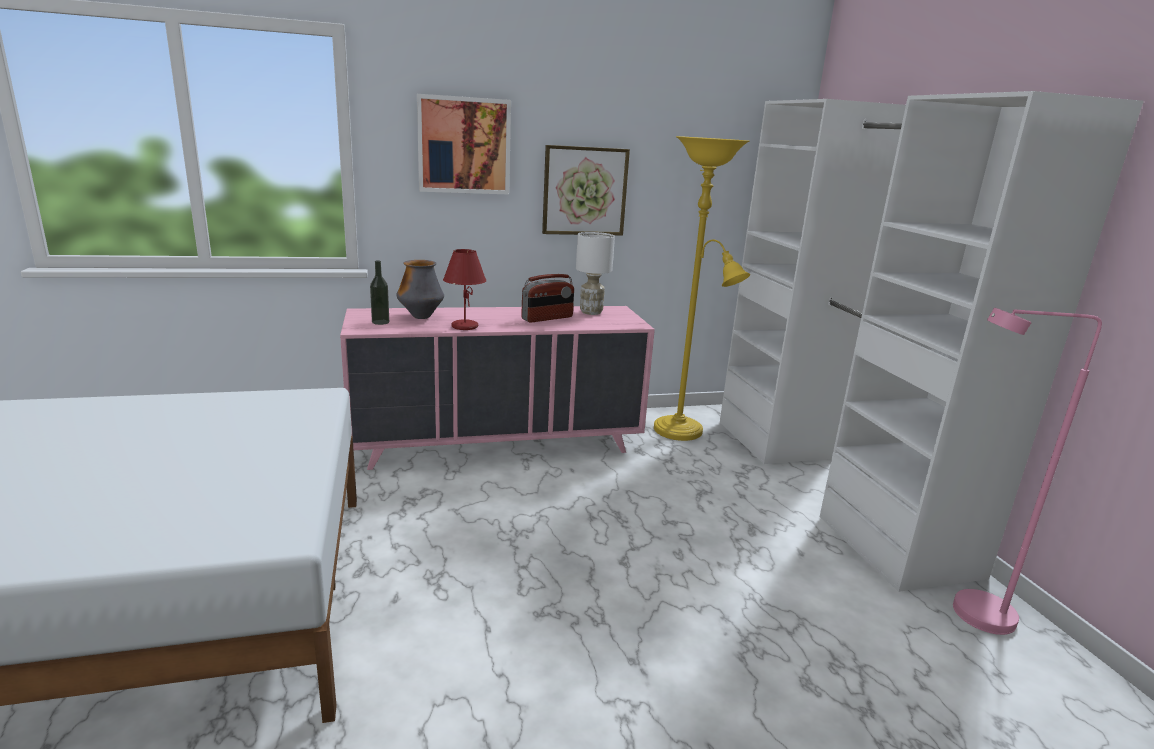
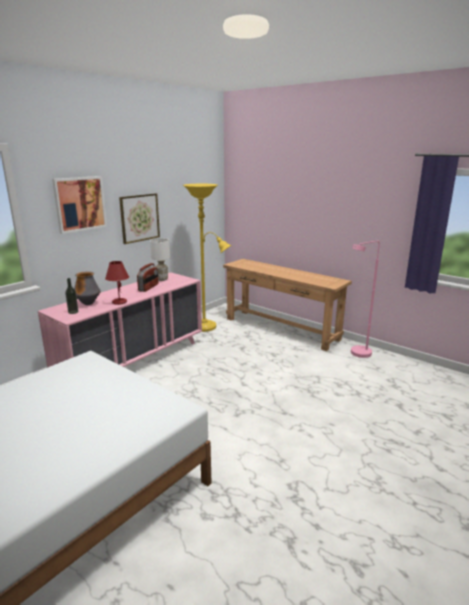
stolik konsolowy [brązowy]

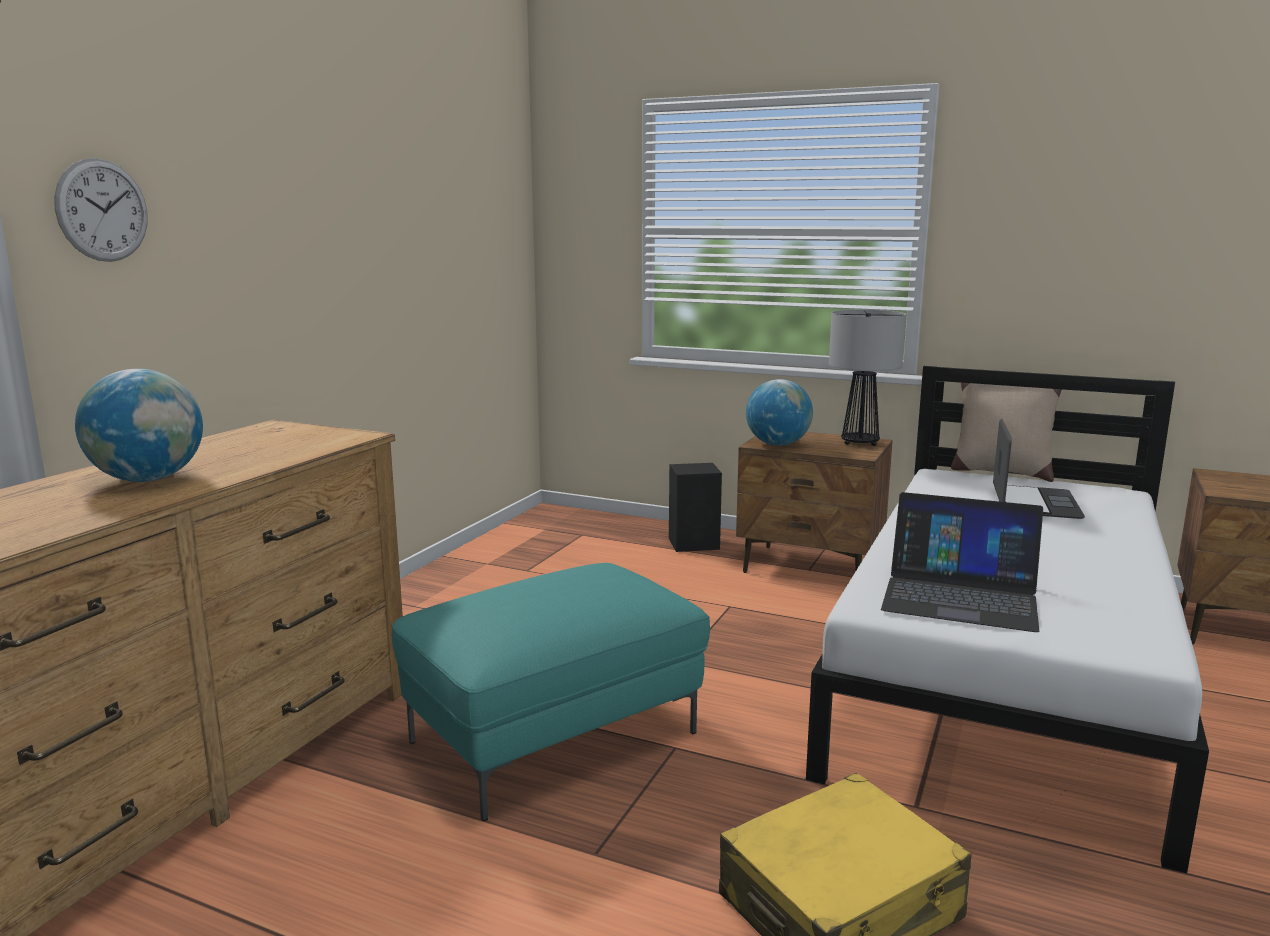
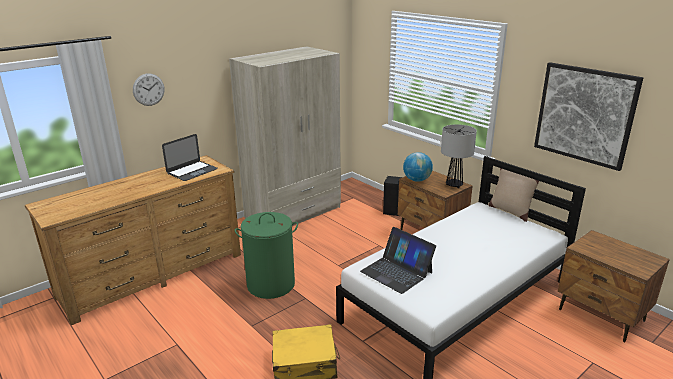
globus (1st from left in the first image); kosz na pranie [zielony]; laptop (1st from left); szafa [beżowy]; obraz

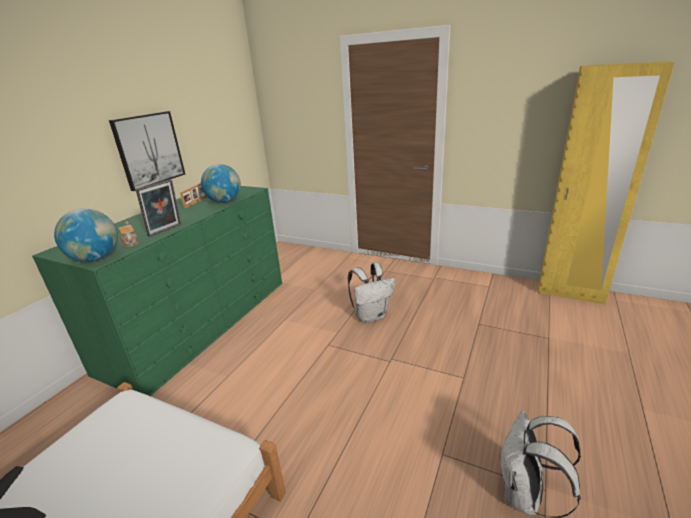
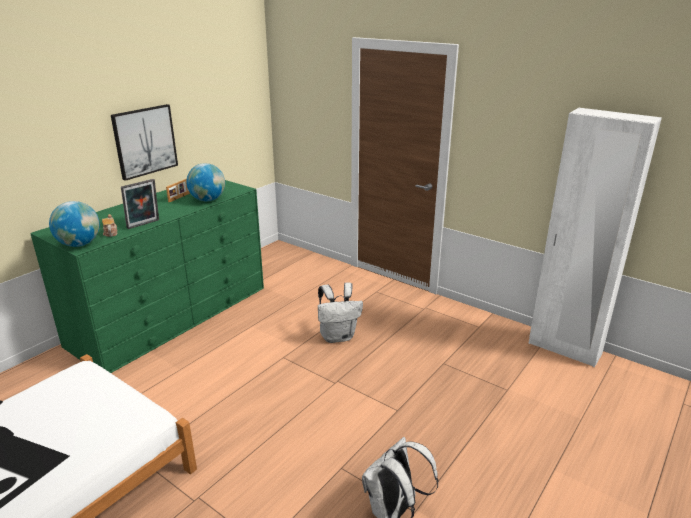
szafa [biały]

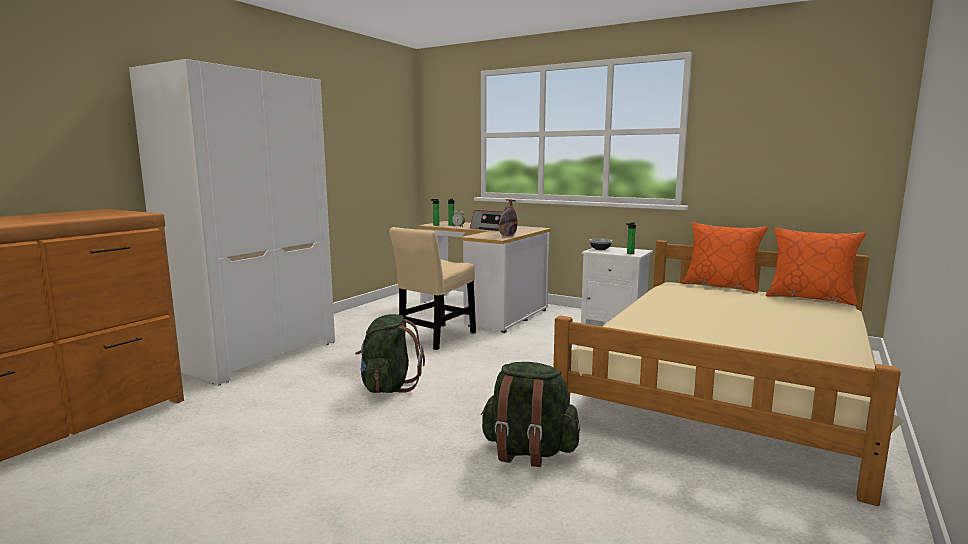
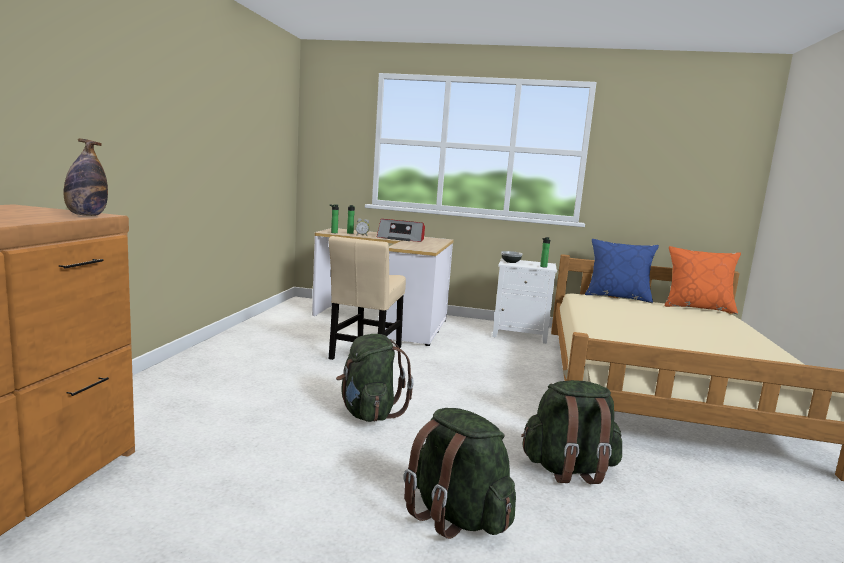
szafa [biały]; butelka (1st from left); poduszka [niebieski]; plecak [zielony] (2nd from left)

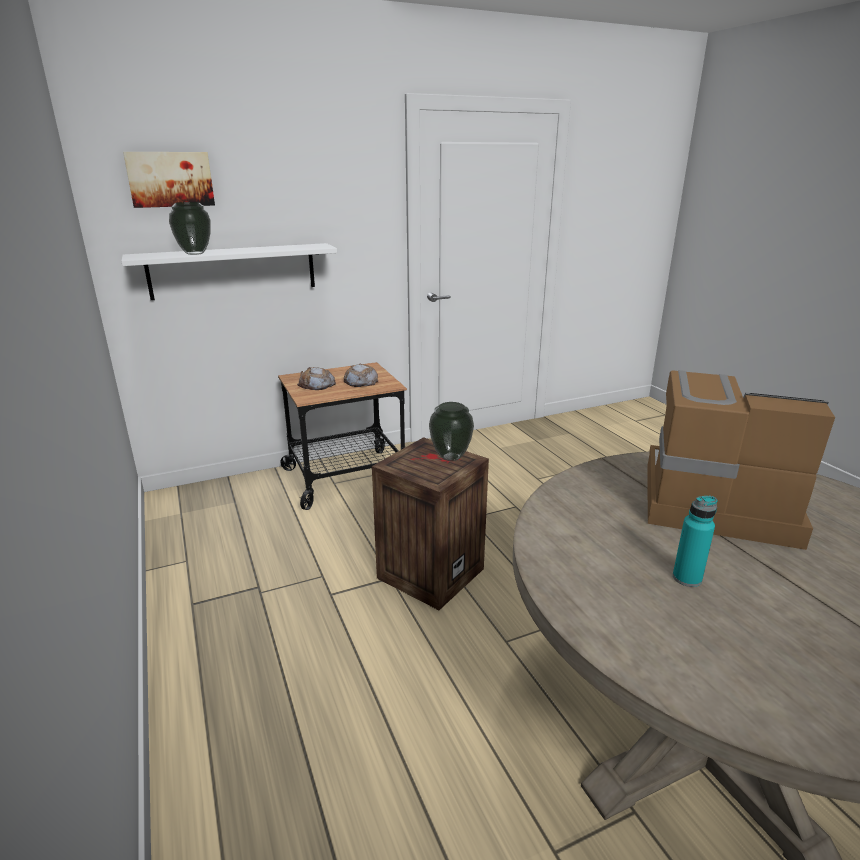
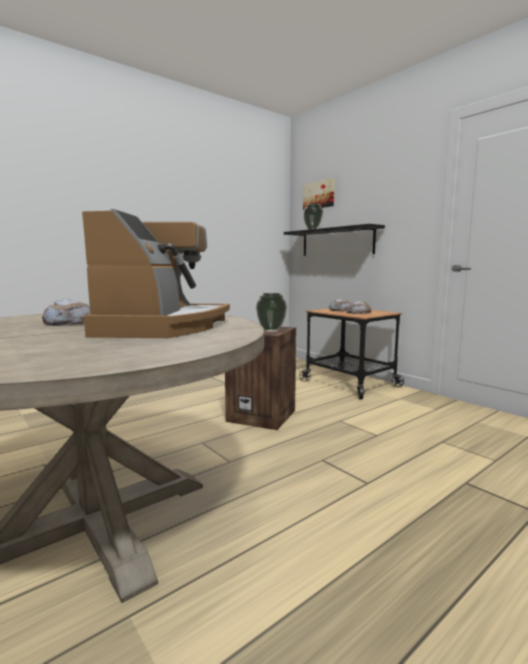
półka [czarny]; chleb (1st from left)

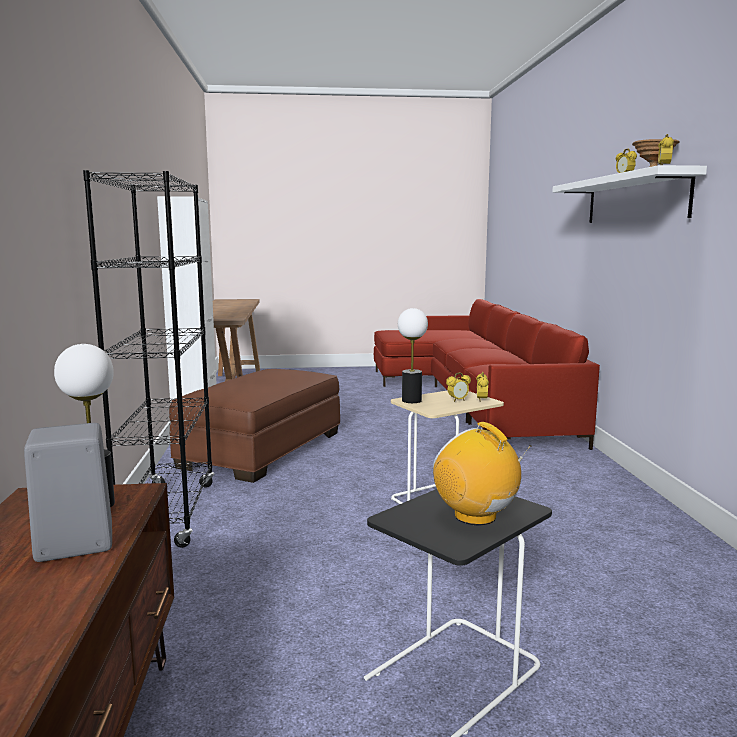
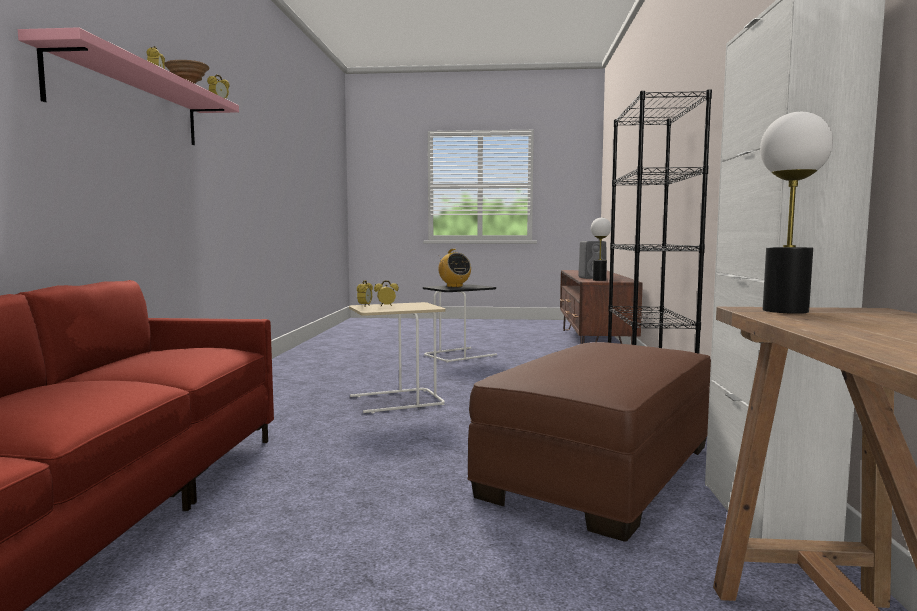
lampa stołowa (2nd from left); półka [różowy]

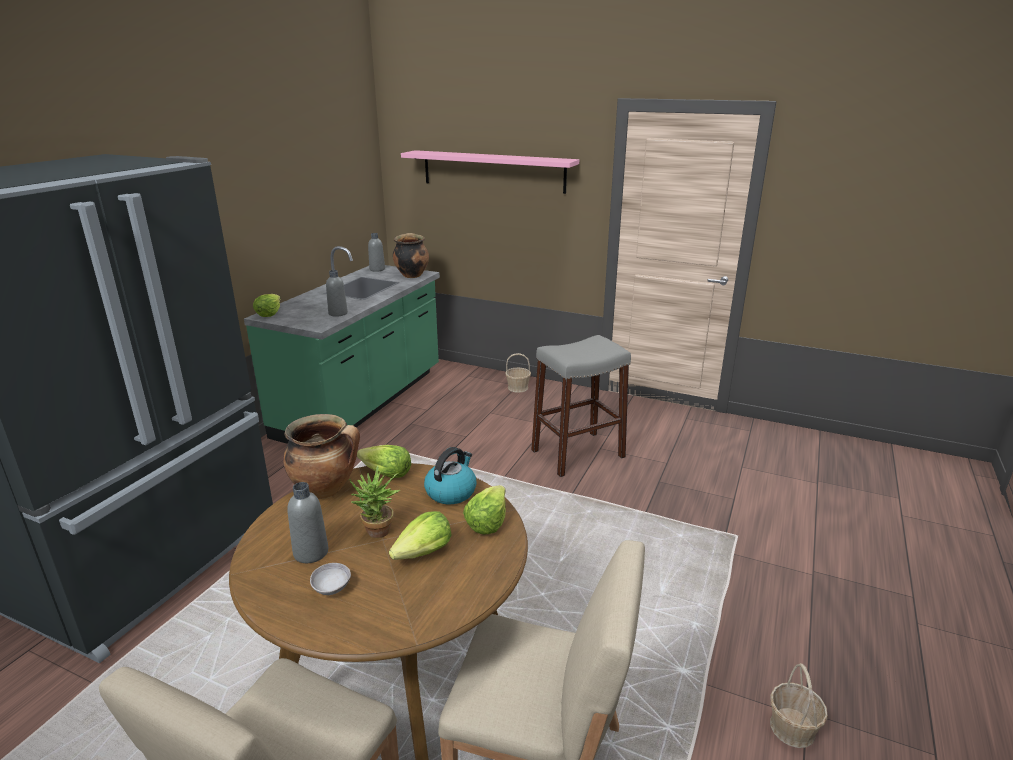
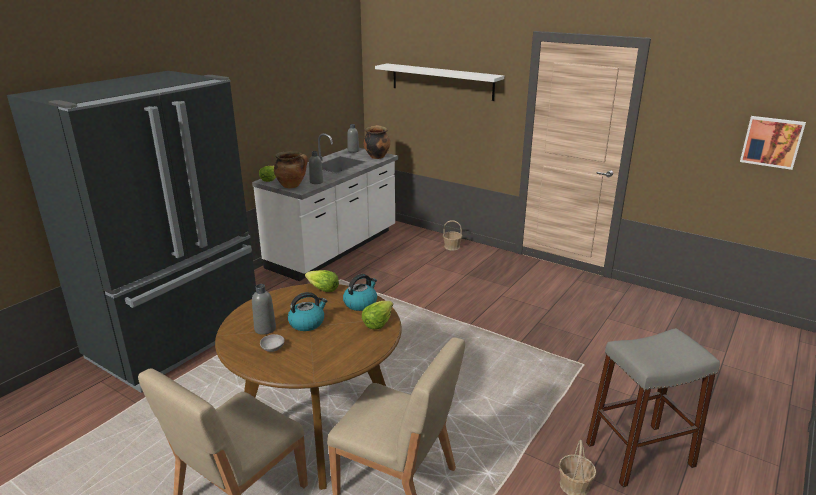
zabudowa kuchenna [biały]; garnek (1st from left); czajnik (1st from left); sałata (3rd from left in the first image); półka [biały]; stołek [szary]; obraz

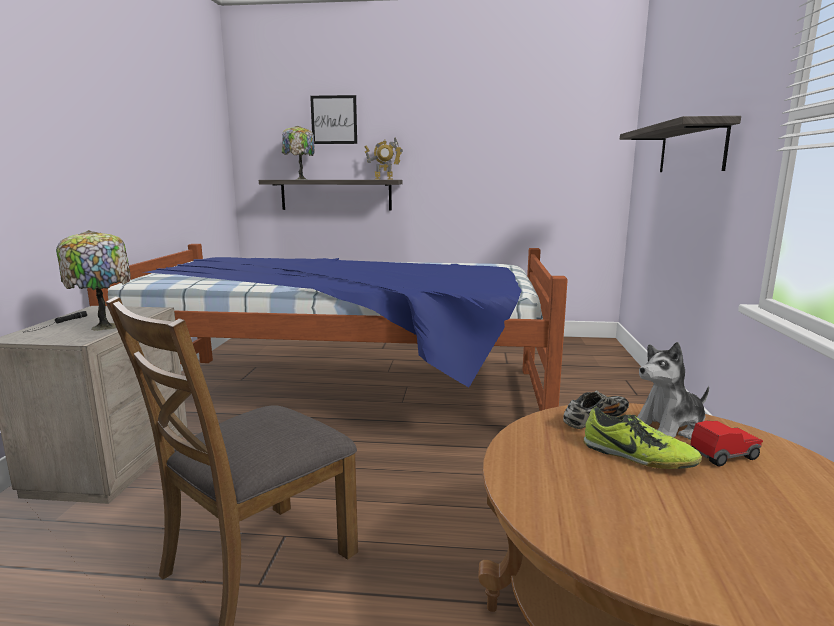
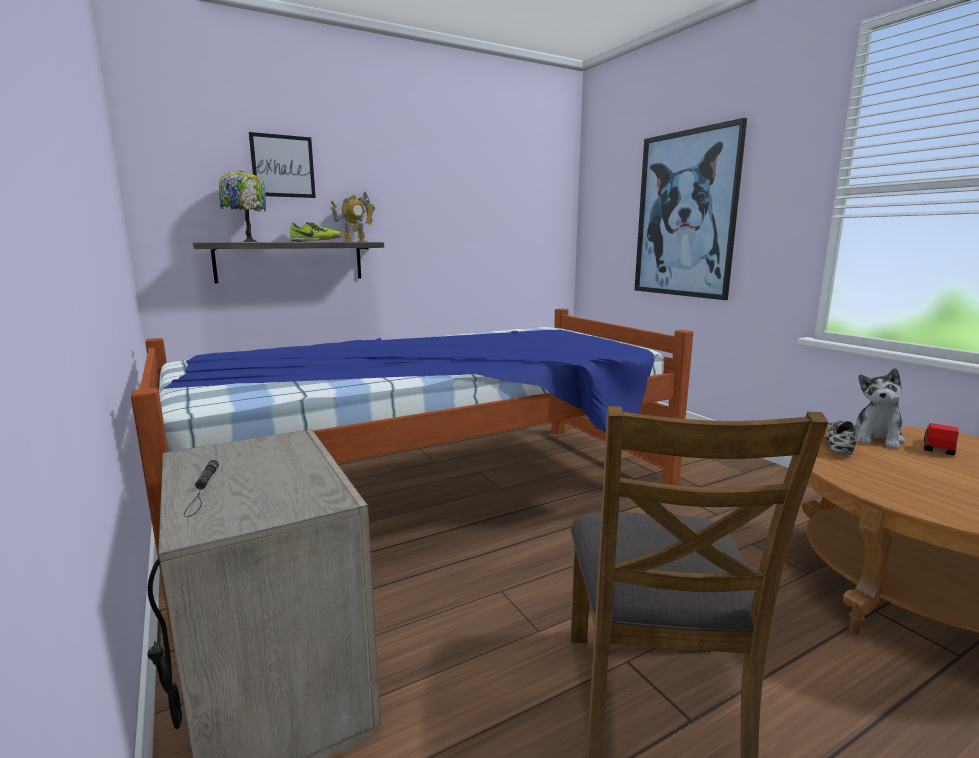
lampa stołowa (1st from left in the first image); but (1st from left); obraz (2nd from left)

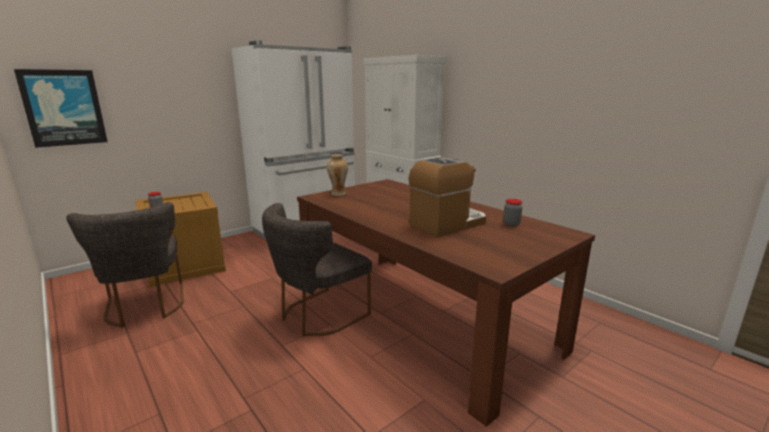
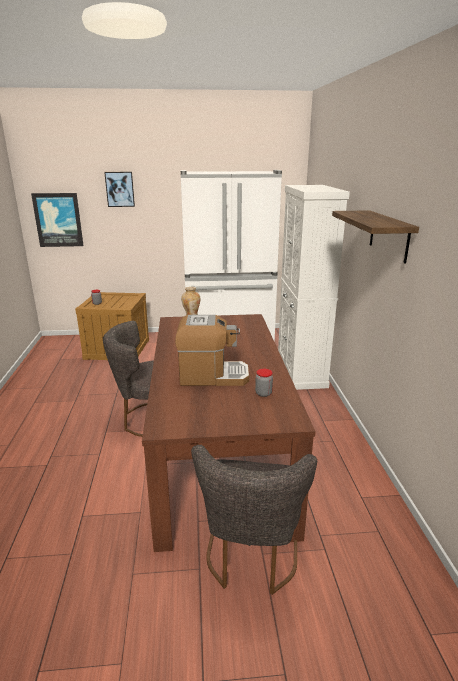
krzesło [szary] (2nd from left); obraz (2nd from left); półka

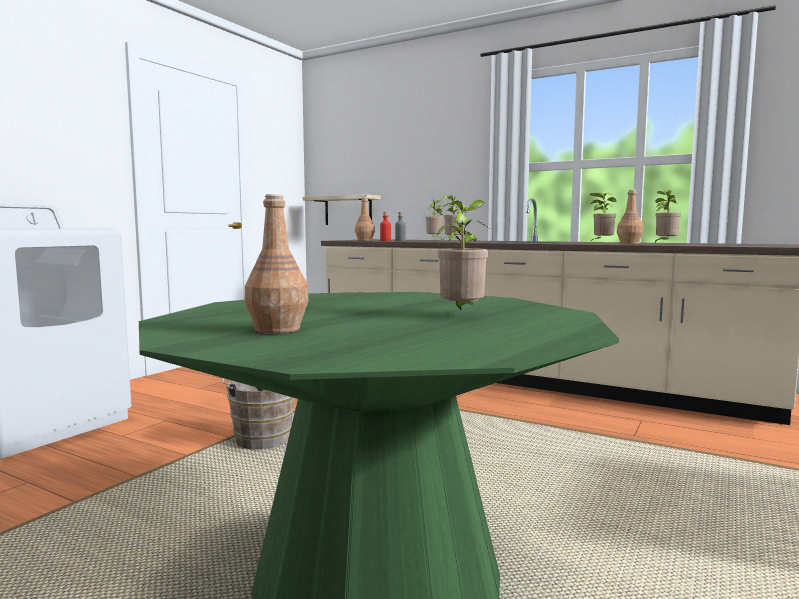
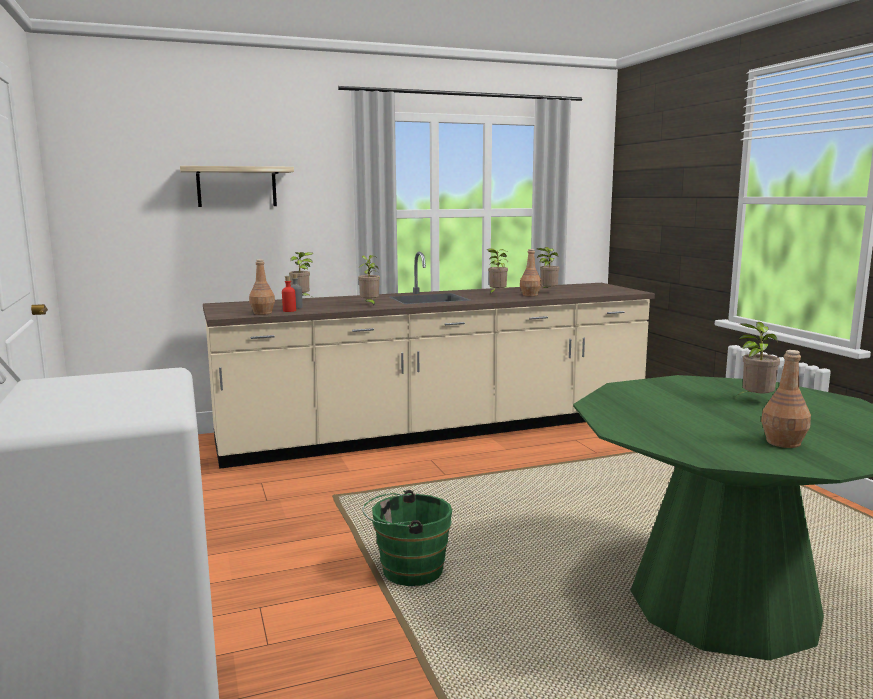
wiadro [zielony]; półka

